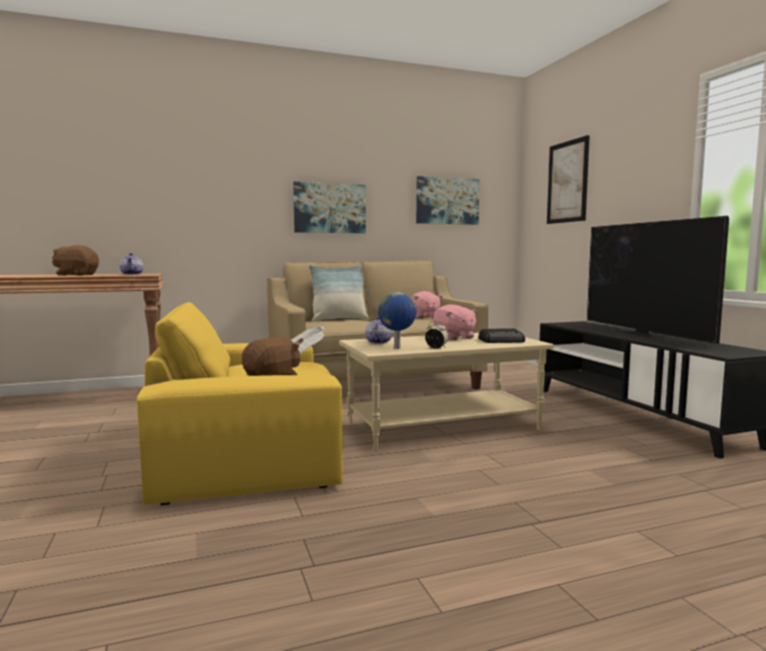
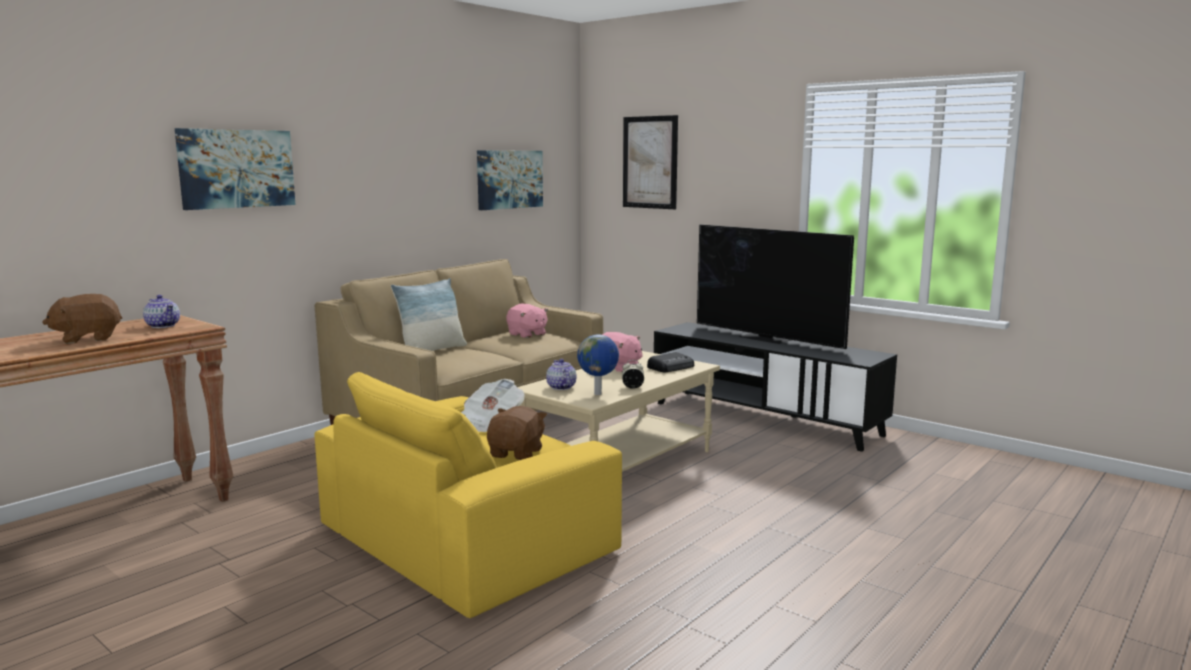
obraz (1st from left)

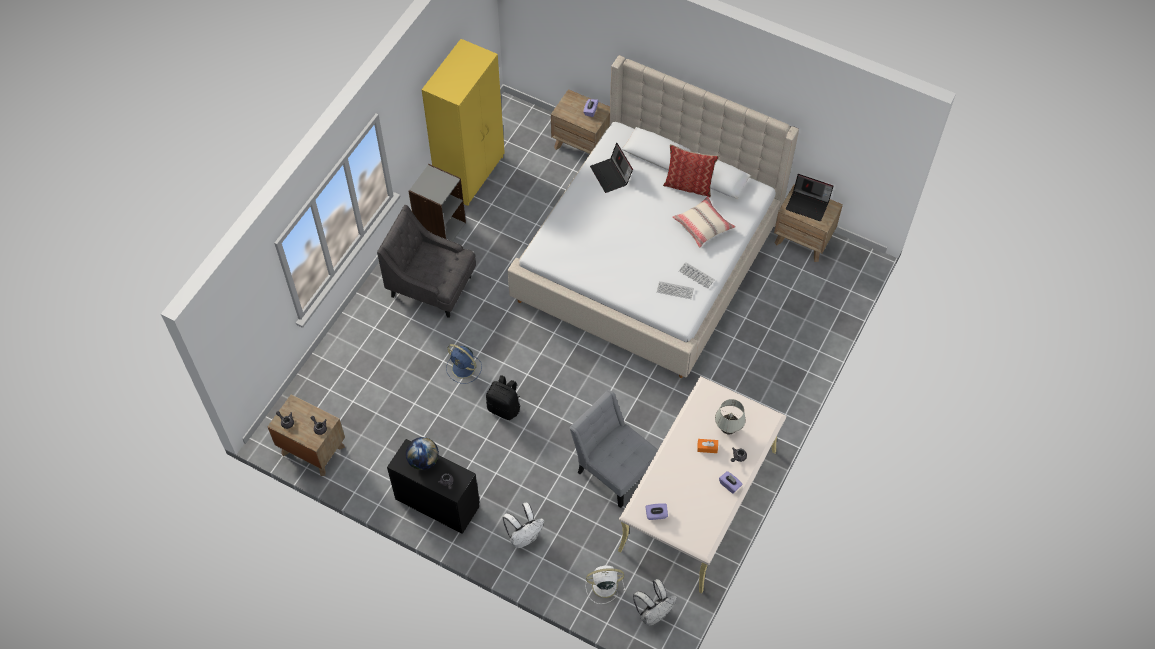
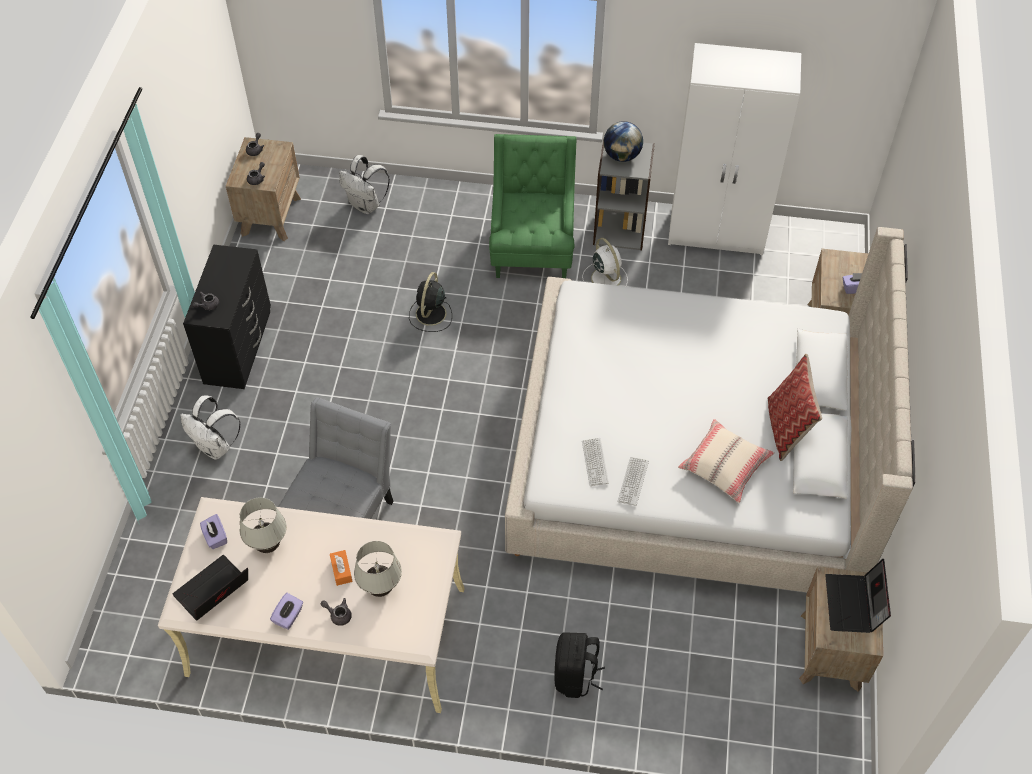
fotel [zielony]; globus; szafa [biały]; wentylator [czarny]; plecak [czarny]; wentylator [biały]; laptop (1st from left); plecak [biały] (2nd from left); lampa stołowa [biały] (1st from left)

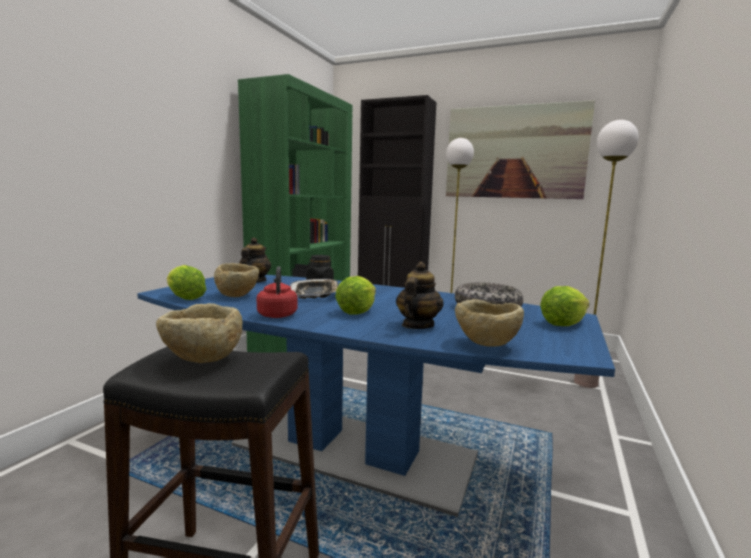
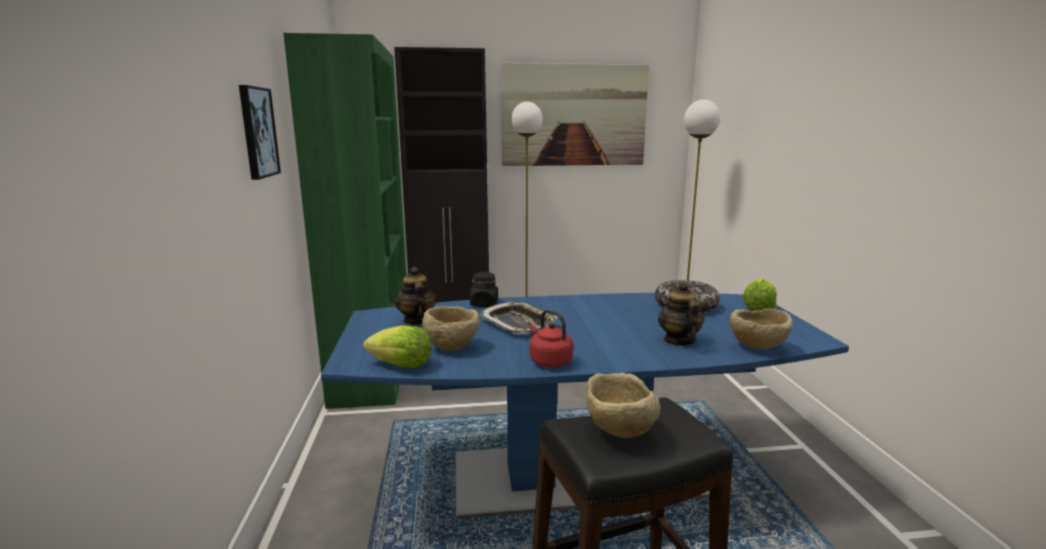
sałata (2nd from left in the first image); obraz (1st from left)

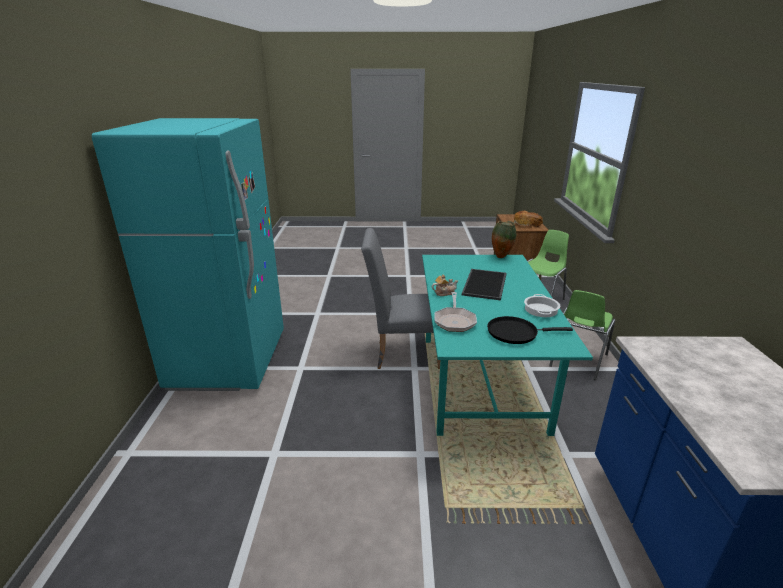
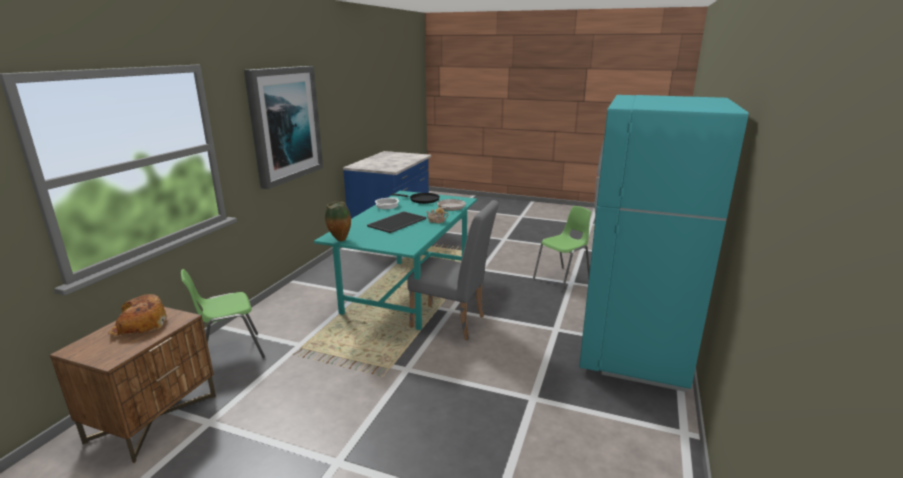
krzesło [zielony] (2nd from left); obraz

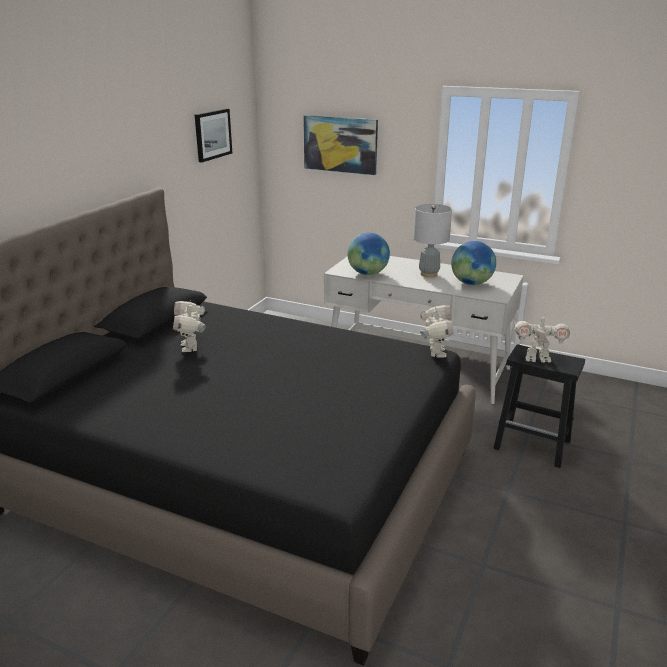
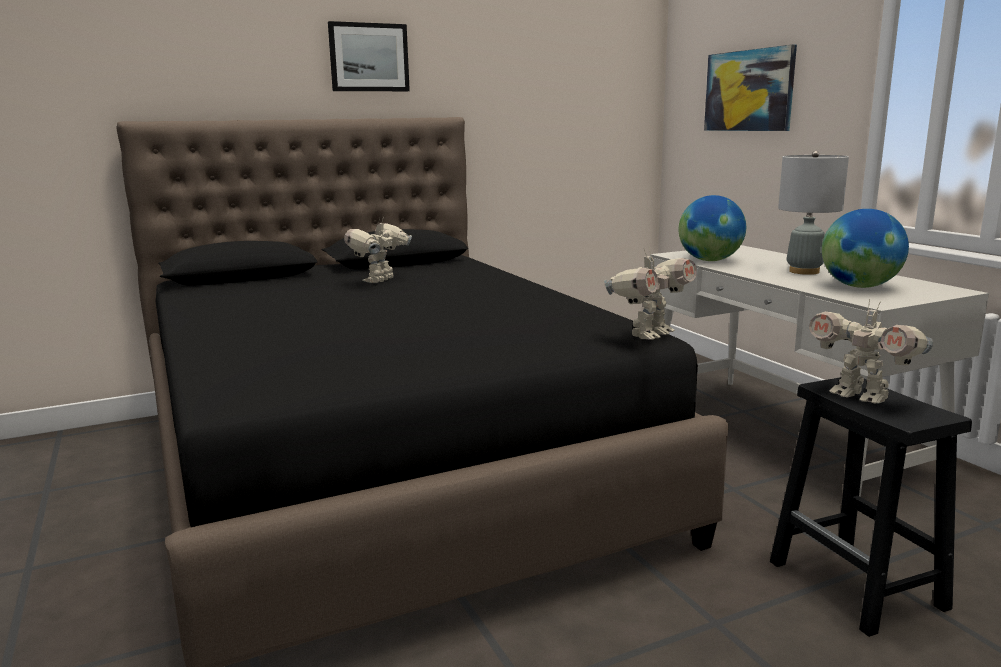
obraz (1st from left)

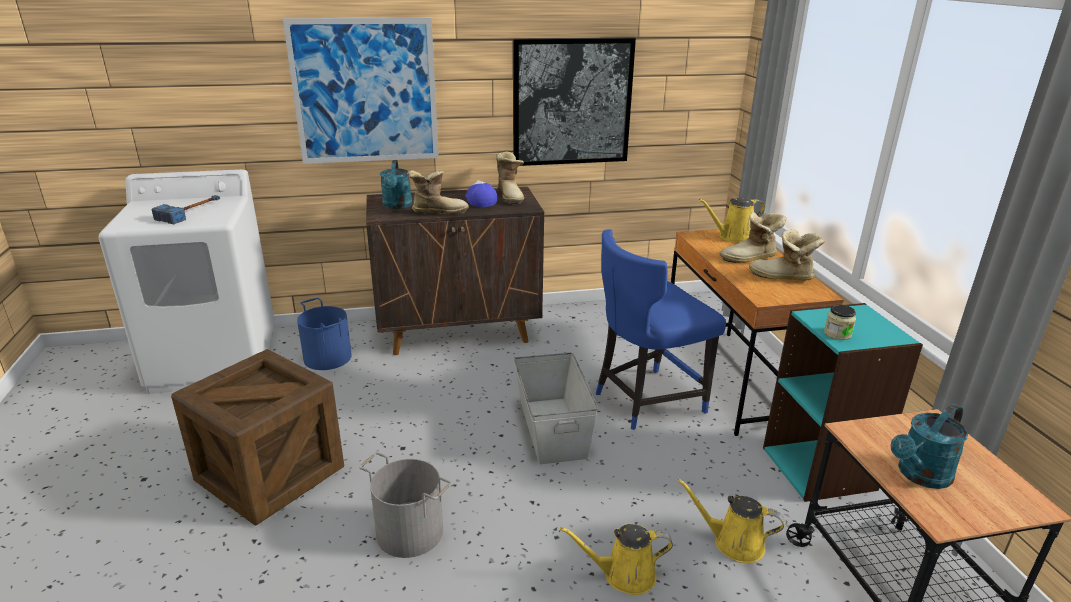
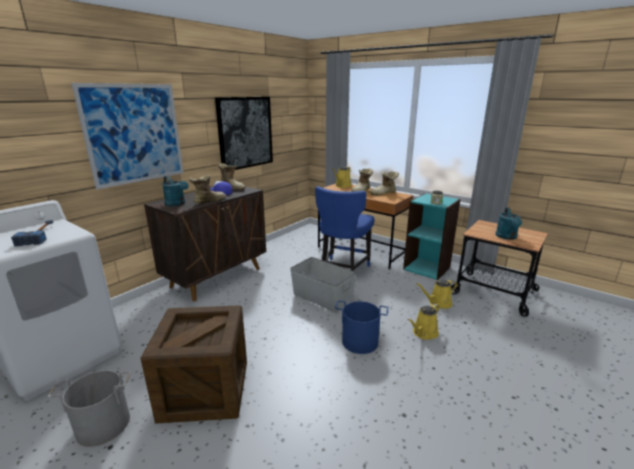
wiadro [niebieski]; wiadro [szary]

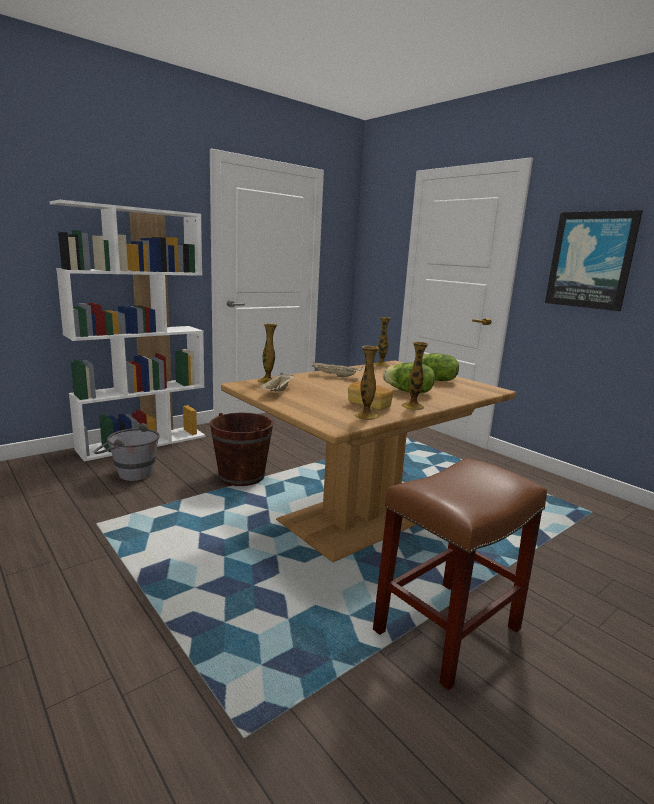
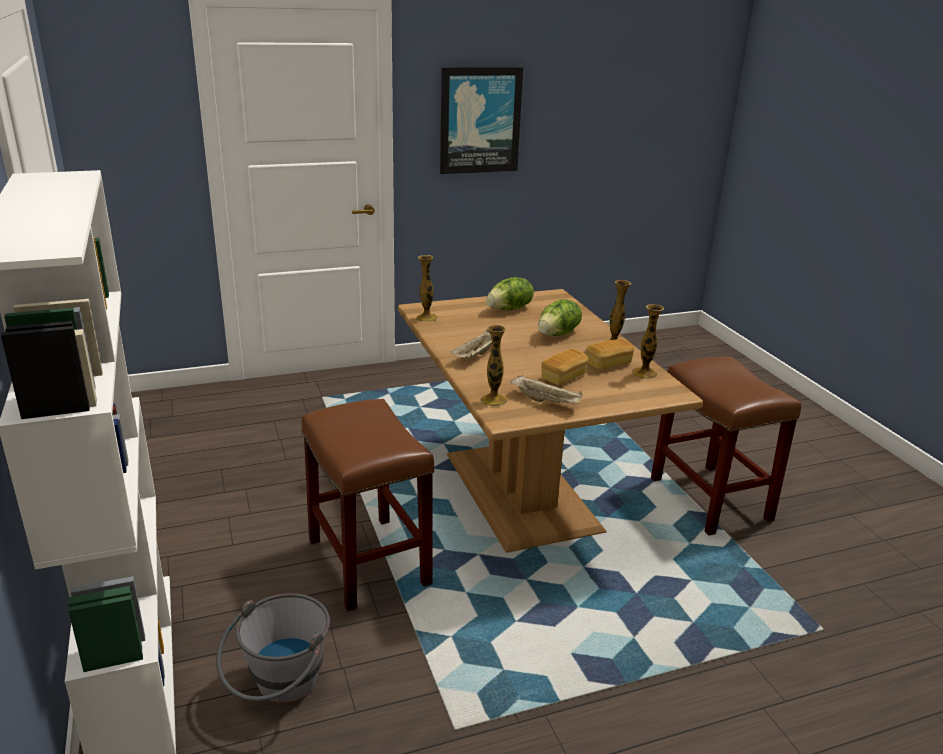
stołek [brązowy] (1st from left); chleb (1st from left)

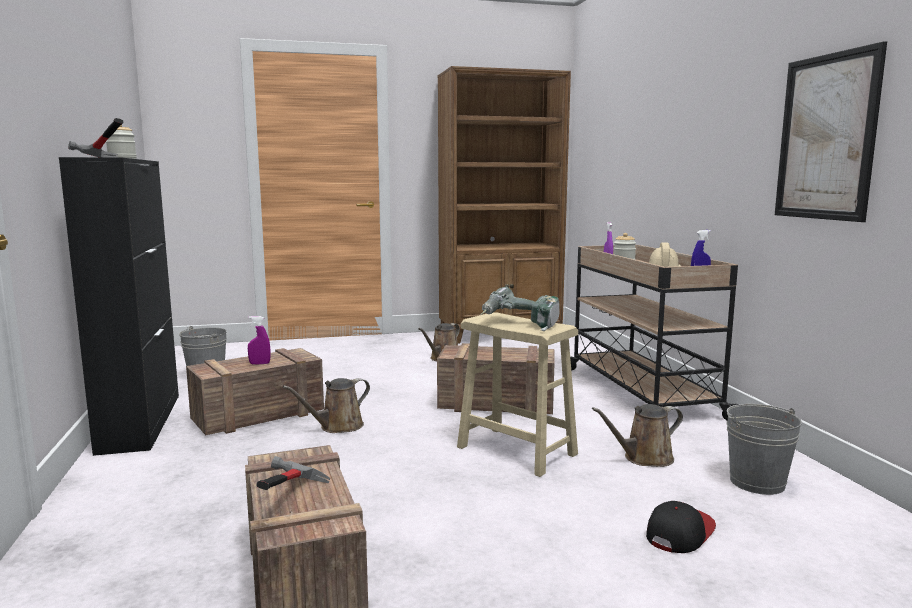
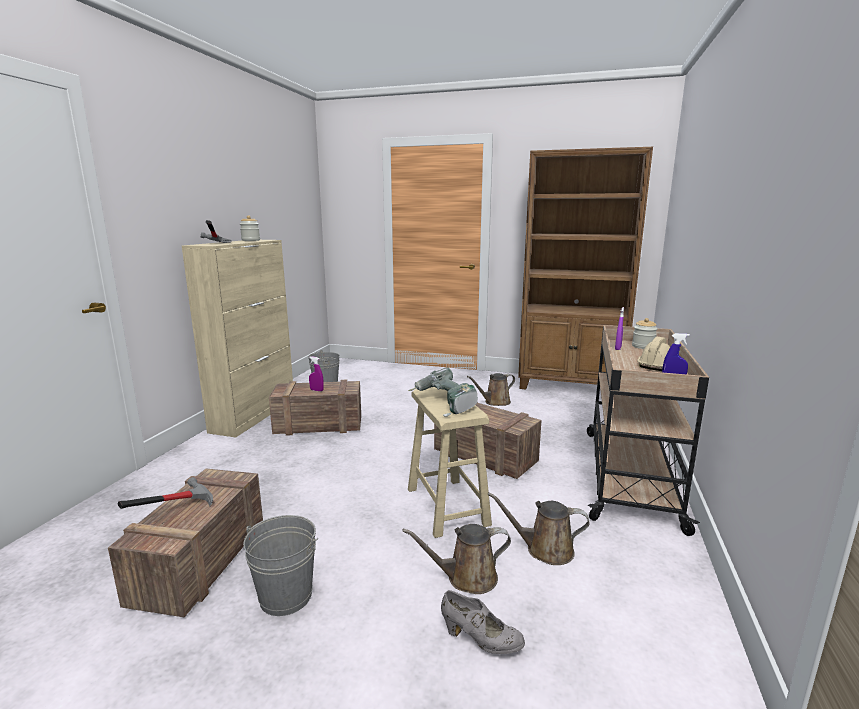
szafka [beżowy]; konewka [brązowy] (1st from left); but [szary]; wiadro [szary] (1st from left); obraz

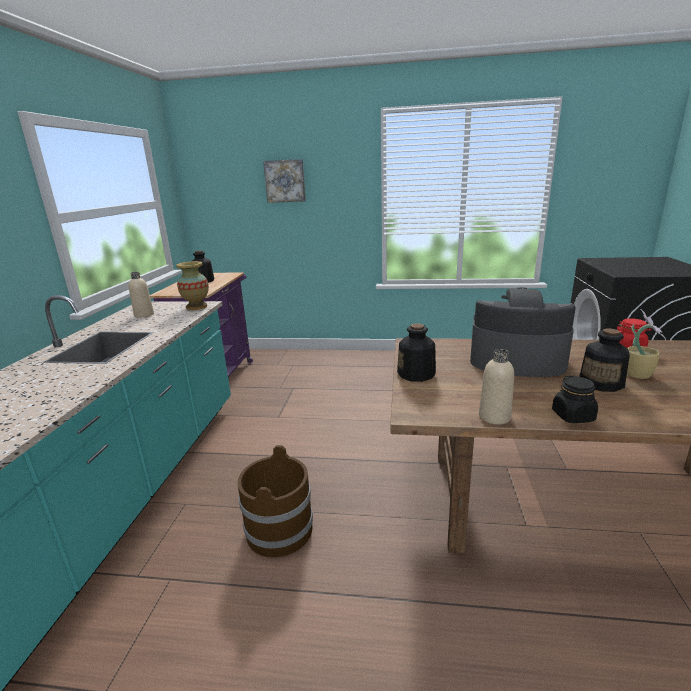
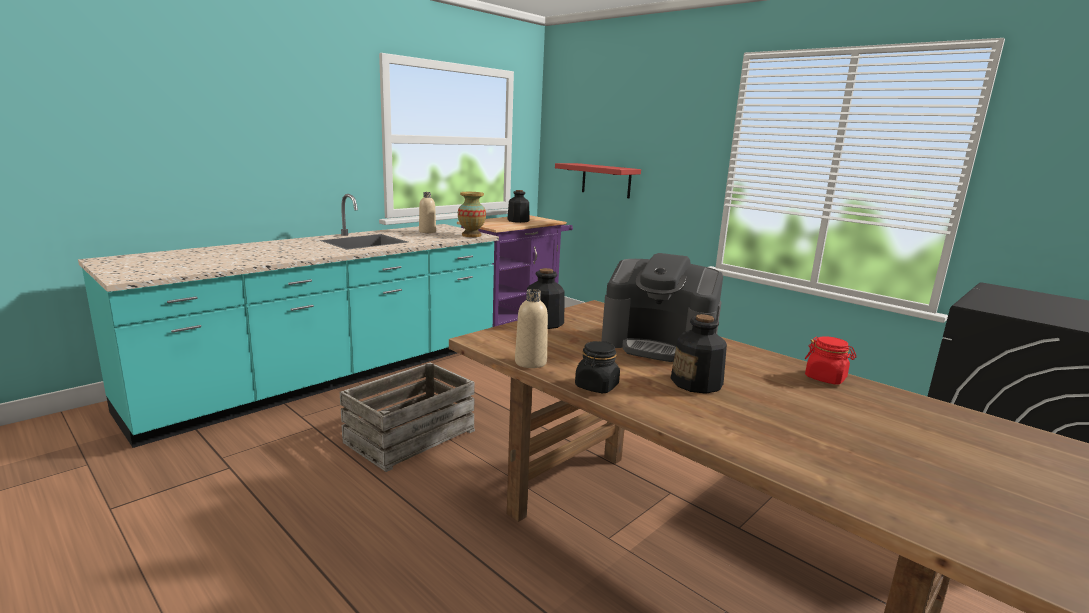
skrzynka; obraz; ekspres do kawy; roślina doniczkowa; półka [czerwony]

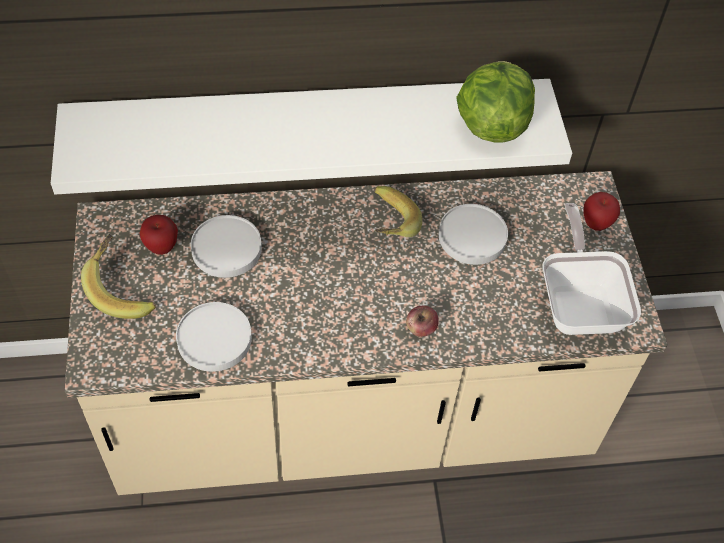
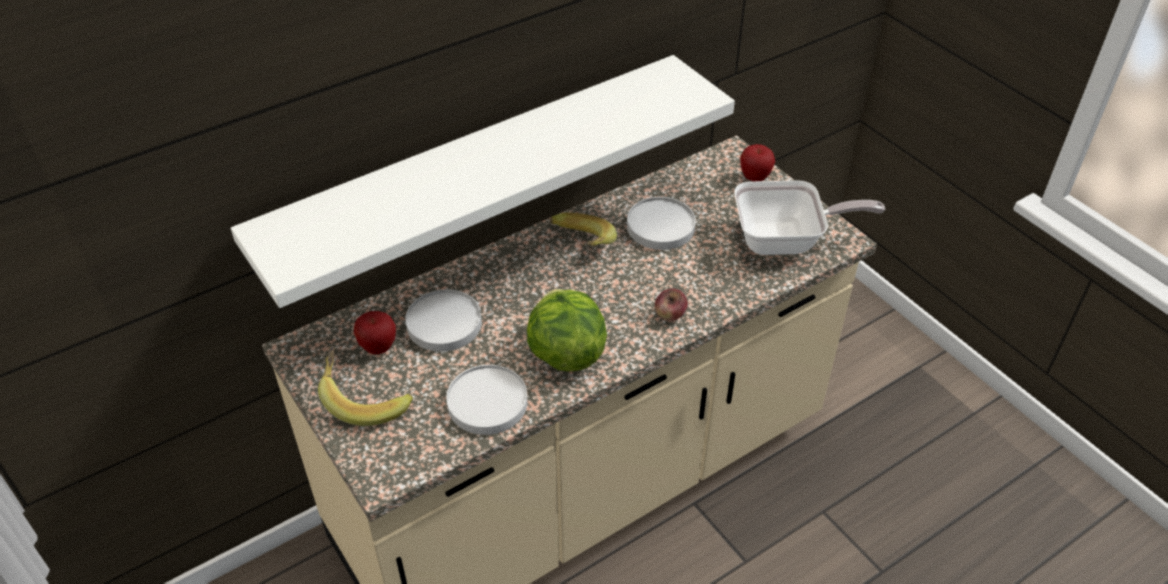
sałata; patelnia

